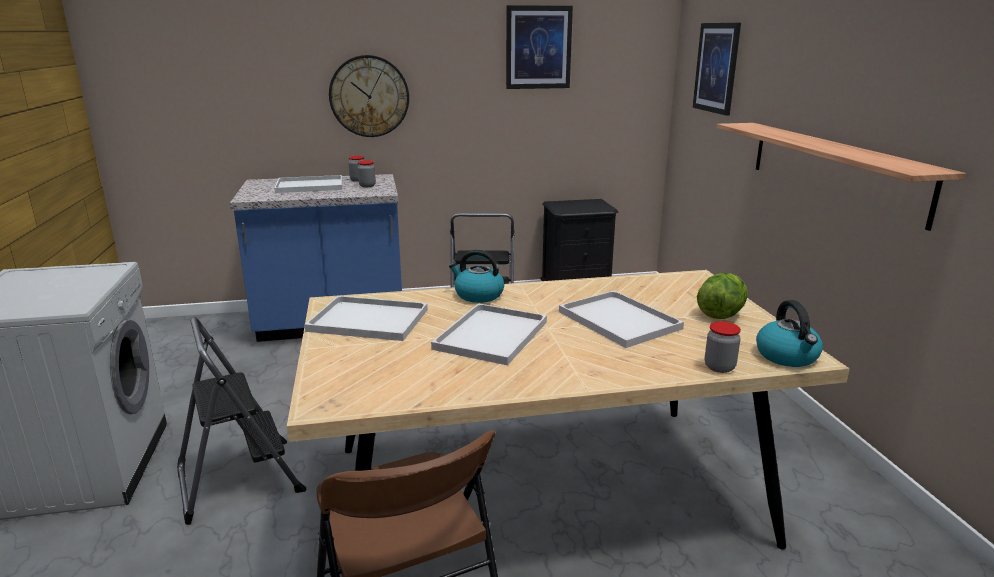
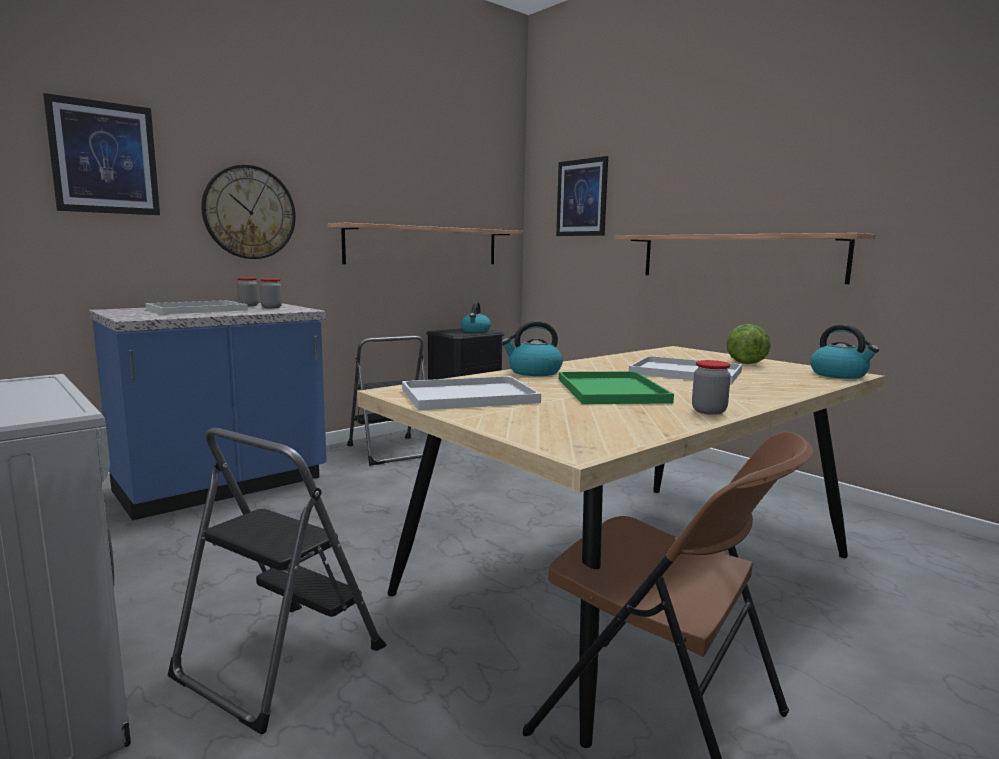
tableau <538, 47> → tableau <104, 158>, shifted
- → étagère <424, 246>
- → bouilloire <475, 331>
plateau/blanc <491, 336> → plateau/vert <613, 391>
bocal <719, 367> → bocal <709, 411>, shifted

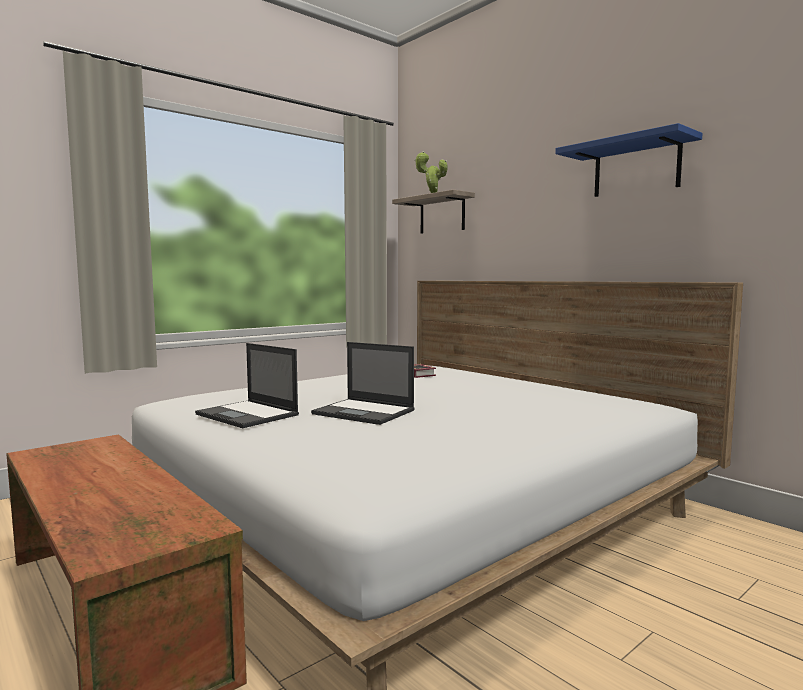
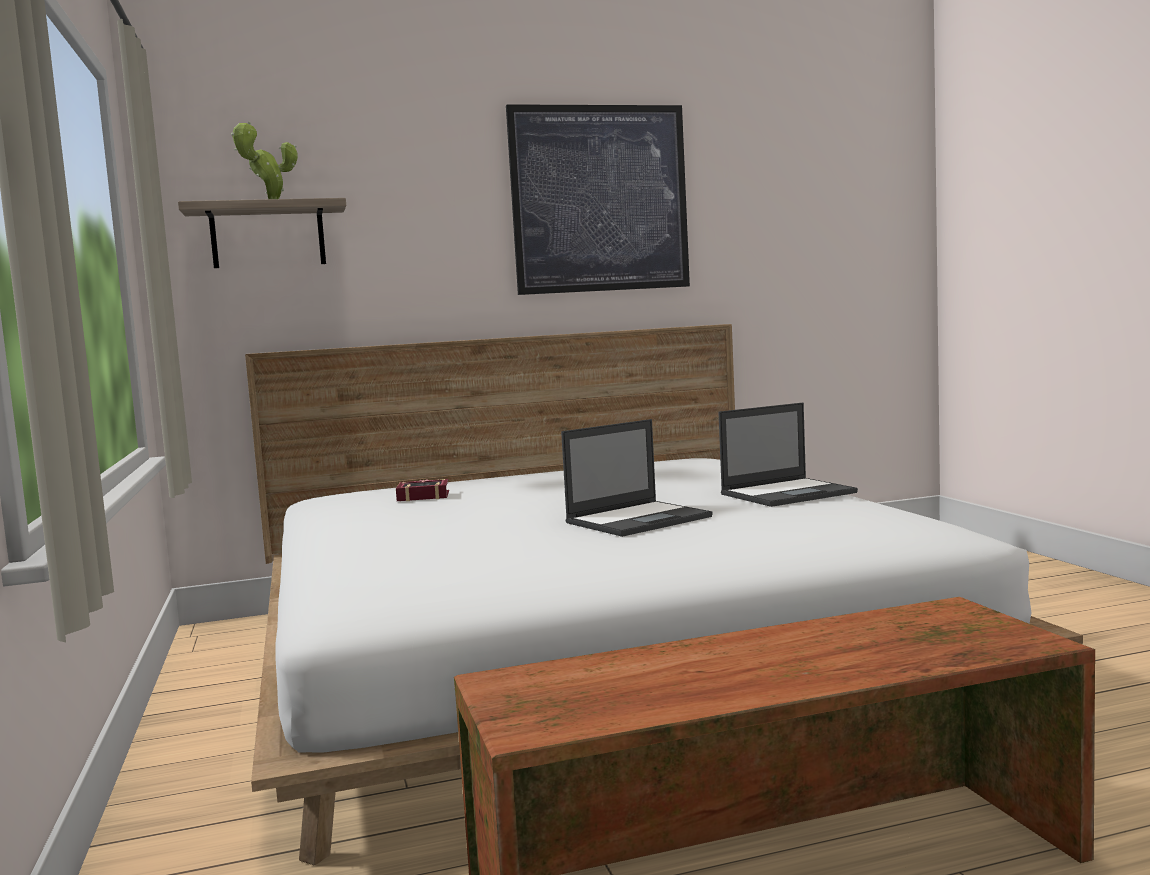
étagère/bleu <636, 168> → tableau <600, 199>
ordinateur portable <248, 415> → ordinateur portable <789, 493>, shifted

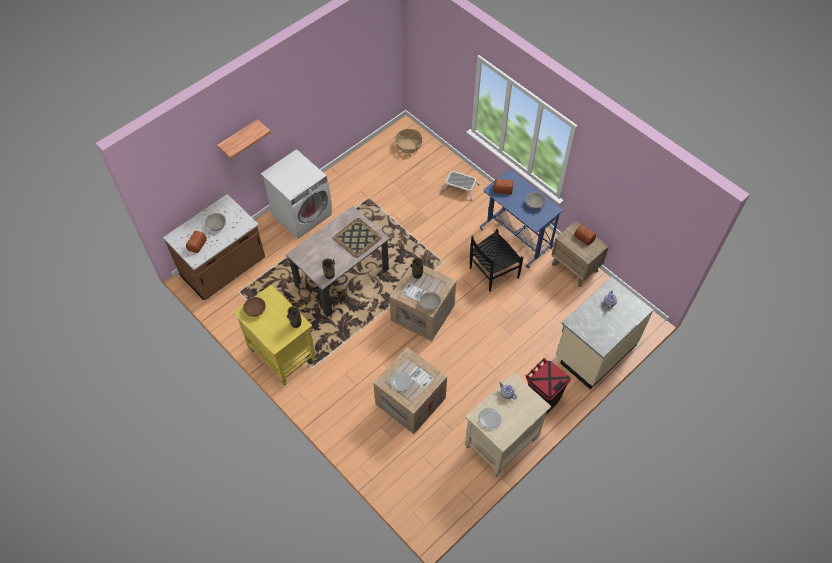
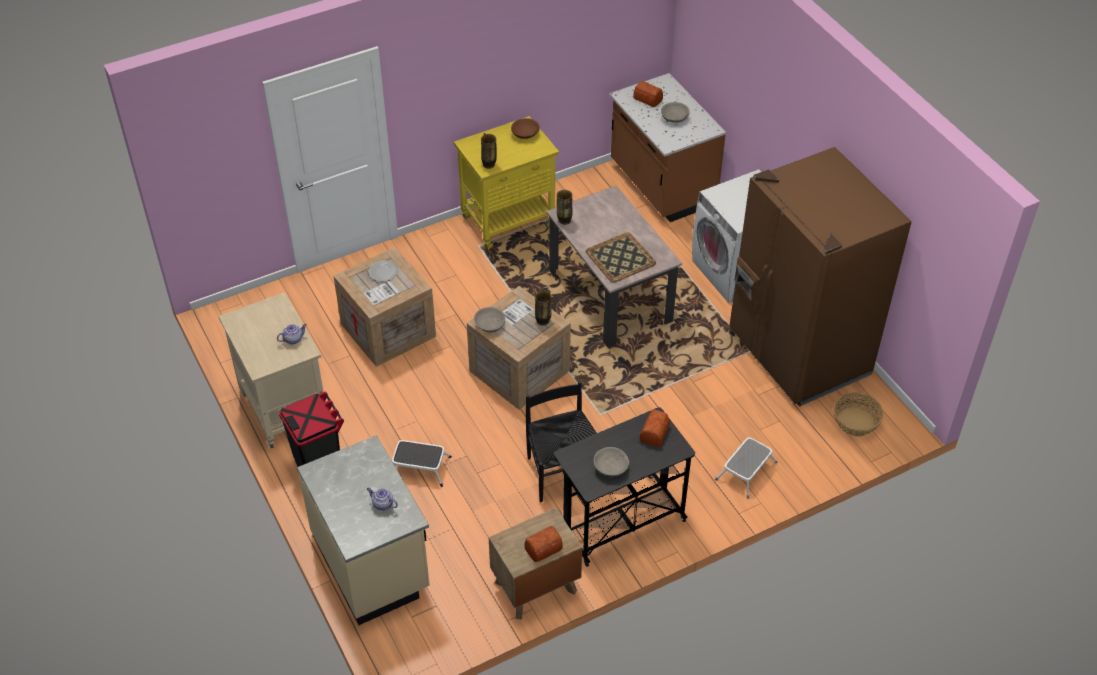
- → escabeau/noir <419, 467>
bureau/bleu <516, 238> → bureau/noir <620, 520>
- → réfrigérateur/marron <798, 353>
étagère <239, 138> → -
assiette <489, 419> → -

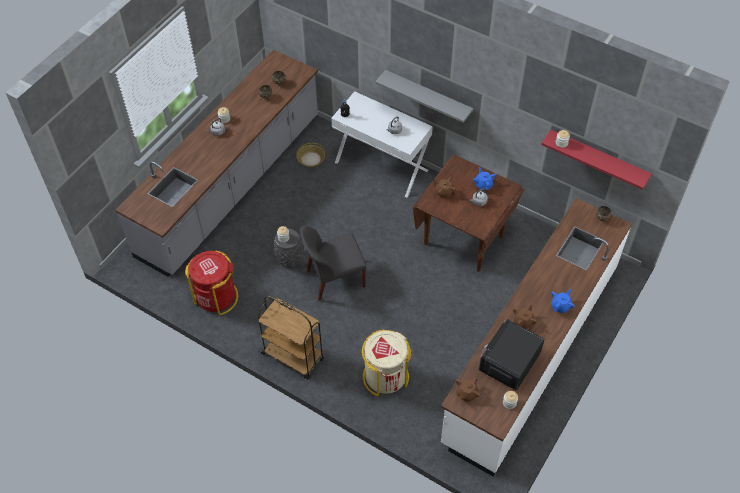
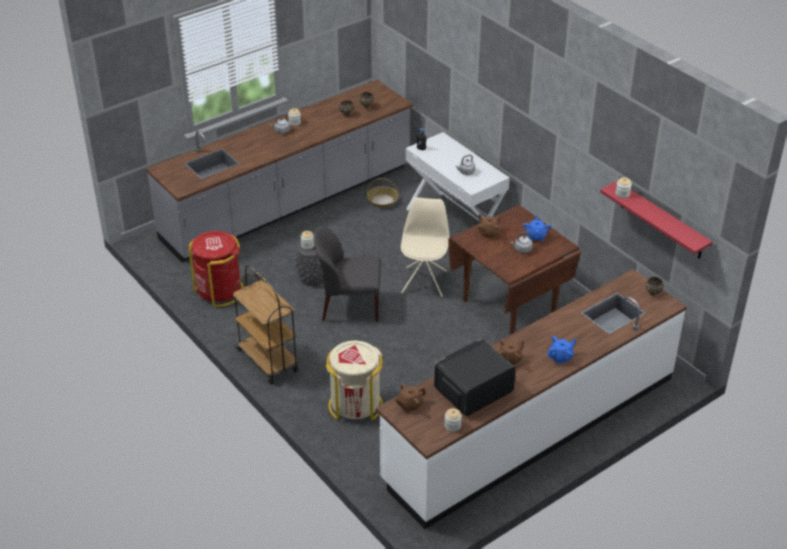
- → chaise/beige <424, 281>
étagère/gris <428, 96> → -

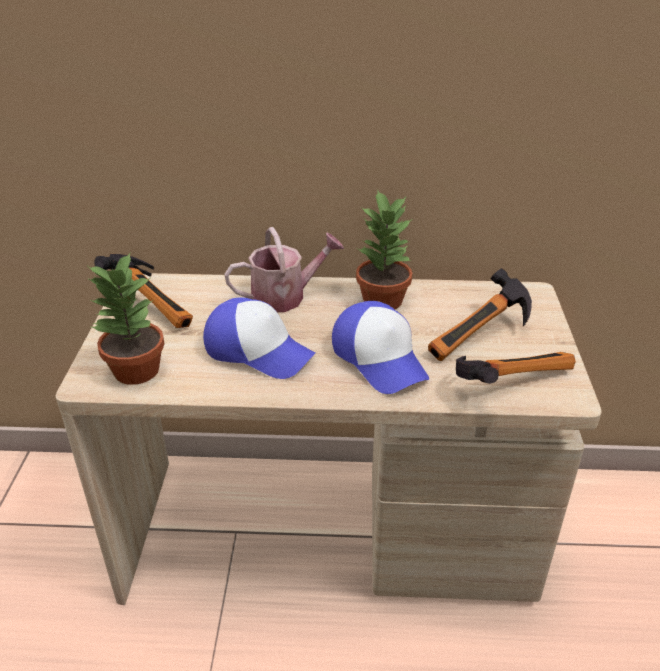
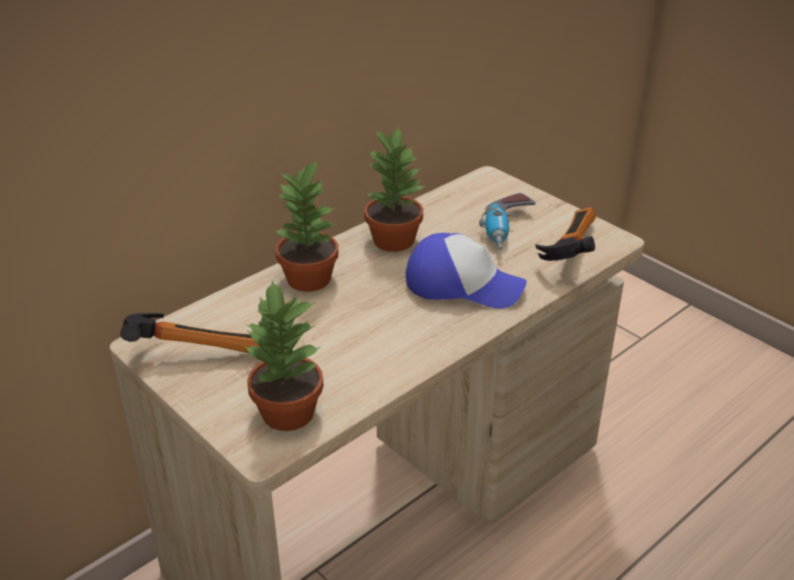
arrosoir <285, 296> → plante en pot <310, 279>
marteau <481, 340> → perceuse <507, 231>
casquette <258, 350> → -

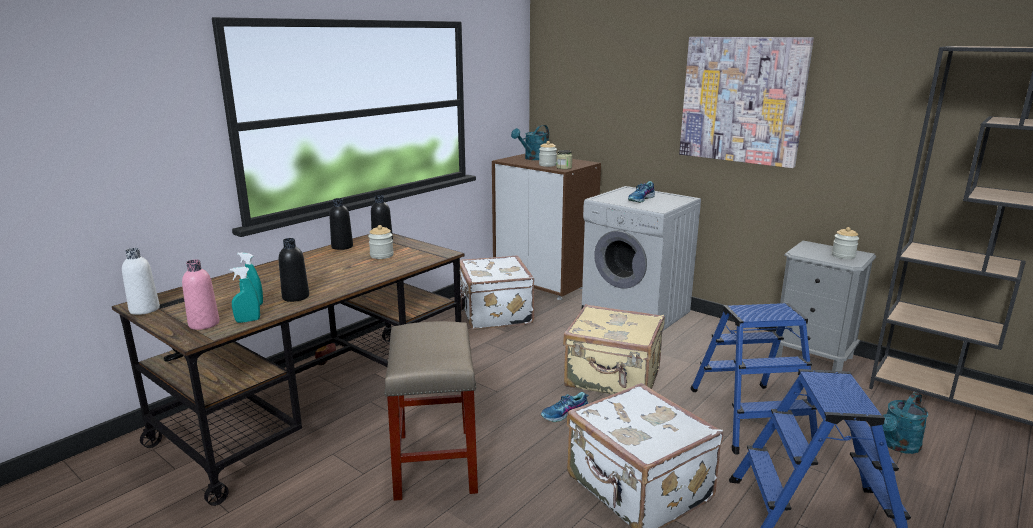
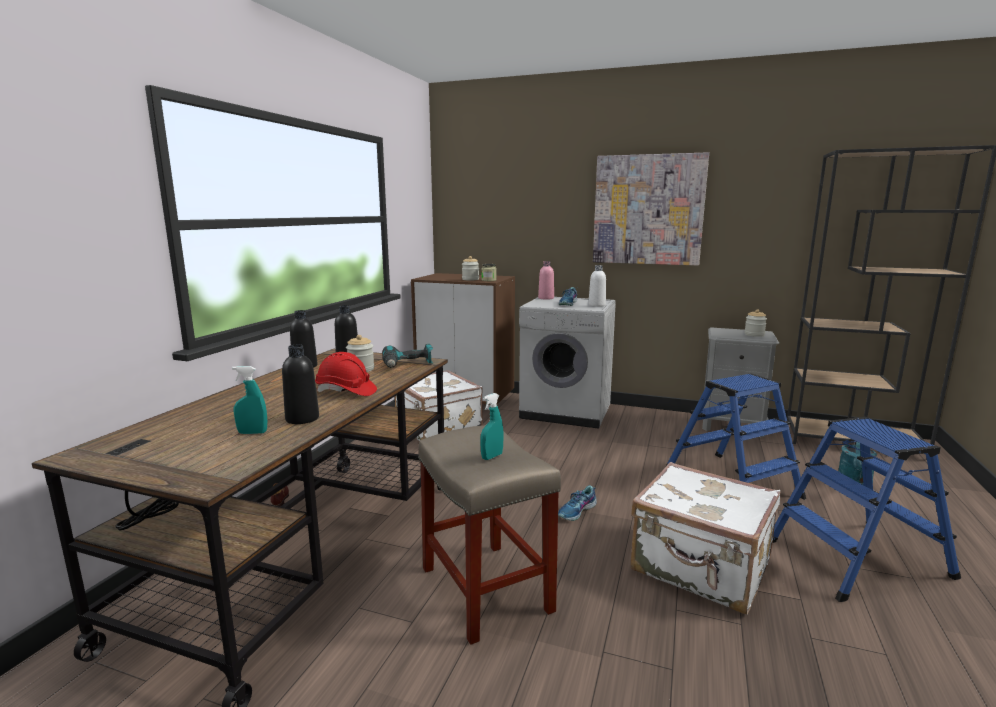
- → casque de chantier/rouge <346, 392>
- → perceuse <408, 365>
vaporisateur/turquoise <248, 321> → vaporisateur/turquoise <492, 456>, shifted
bouteille/rose <204, 324> → bouteille/rose <546, 298>, shifted
bouteille/blanc <144, 309> → bouteille/blanc <597, 305>, shifted
arrosoir/turquoise <533, 159> → -
valise/beige <613, 379> → -

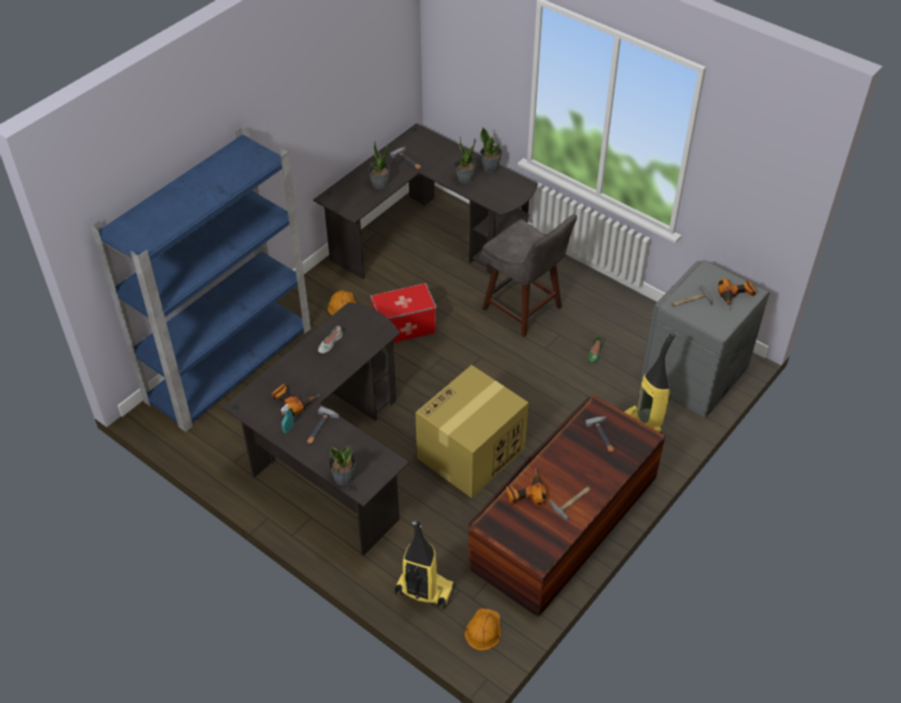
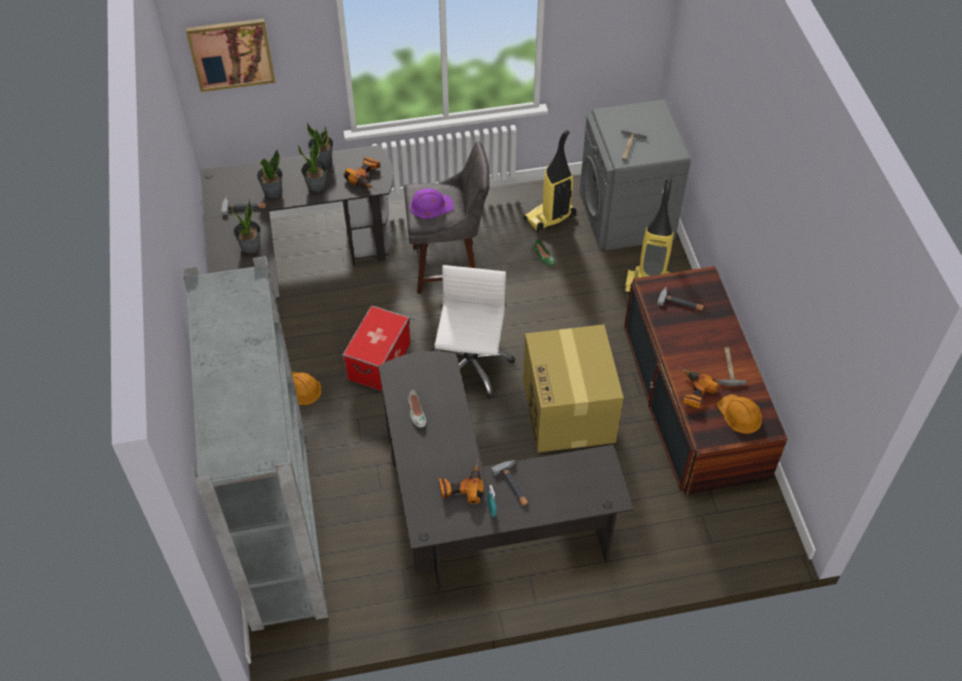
bibliothèque/bleu <230, 364> → bibliothèque/gris <279, 525>
- → tableau <231, 54>
plante en pot <343, 476> → plante en pot <272, 191>, shifted
perceuse <736, 296> → perceuse <366, 177>, shifted
- → casque de chantier/violet <431, 205>
- → chaise de bureau/blanc <470, 366>
aspirateur <423, 590> → aspirateur <550, 218>, shifted
casque de chantier/orange <483, 630> → casque de chantier/orange <739, 414>, shifted

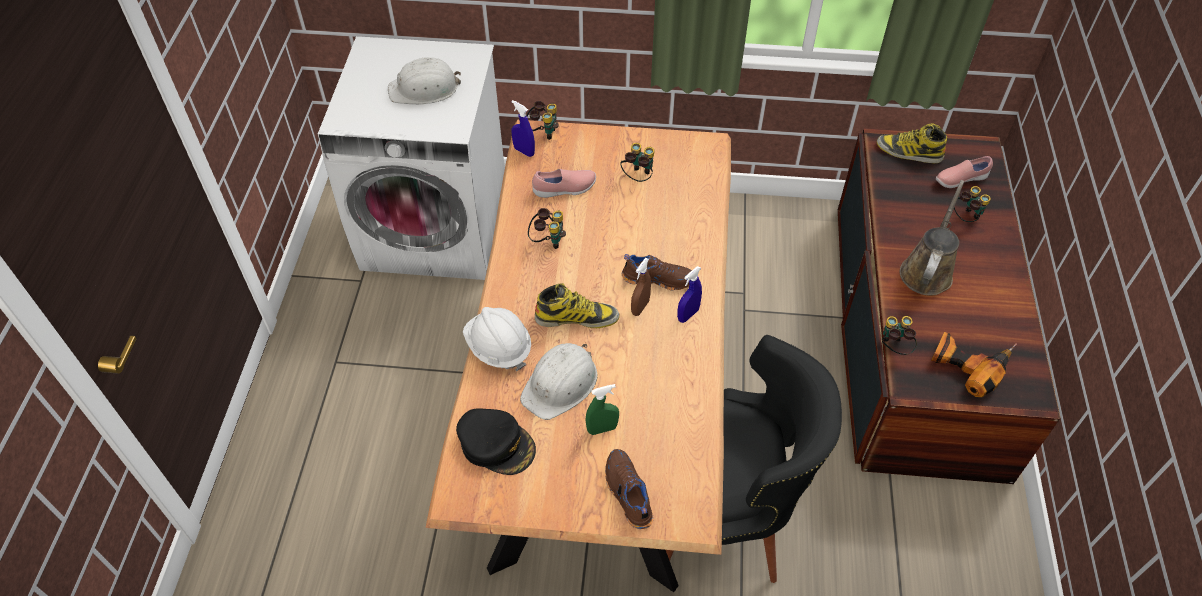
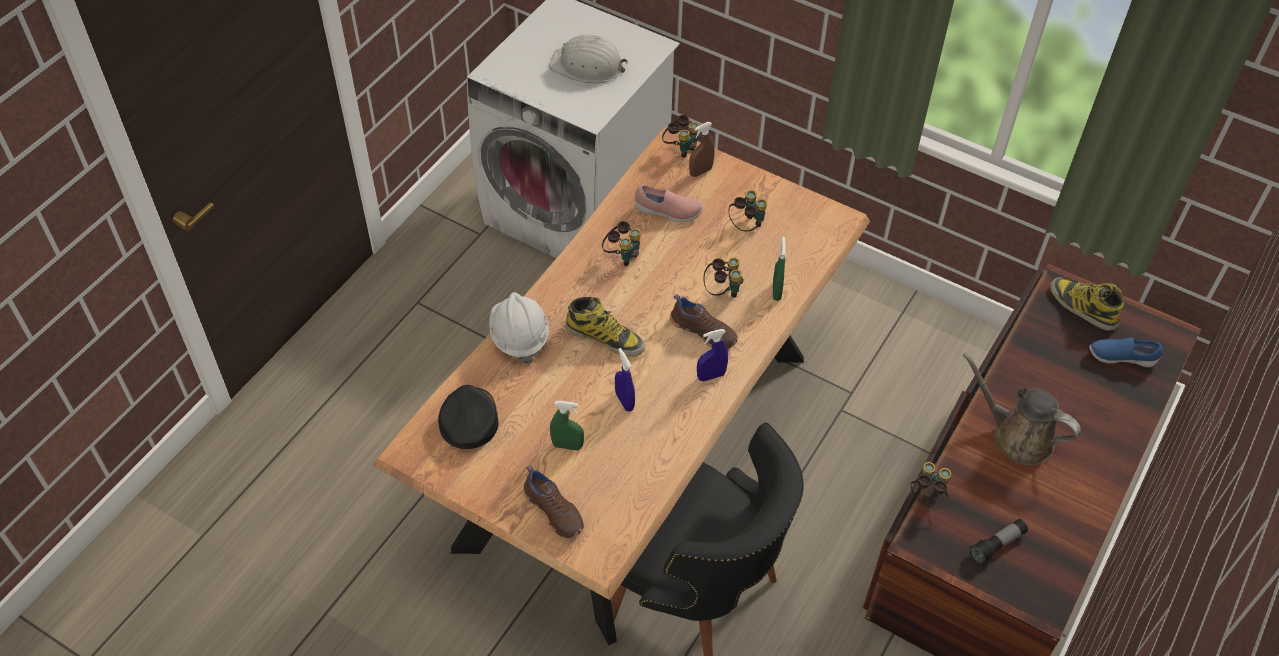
casquette/noir <497, 444> → casquette/noir <468, 420>, 150 degrees counterclockwise
chaussure/marron <627, 493> → chaussure/marron <555, 510>, 135 degrees clockwise
vaporisateur/bleu <524, 151> → vaporisateur/bleu <624, 401>, shifted
vaporisateur/marron <640, 307> → vaporisateur/marron <700, 171>, shifted
jumelles <965, 217> → jumelles <722, 291>, shifted
- → vaporisateur/vert <776, 291>
arrosoir/marron <927, 270> → arrosoir/marron <1017, 436>, 105 degrees counterclockwise
perceuse <968, 363> → lampe de poche <997, 545>
chaussure/rose <960, 179> → chaussure/bleu <1121, 357>
casque de chantier/blanc <561, 384> → -

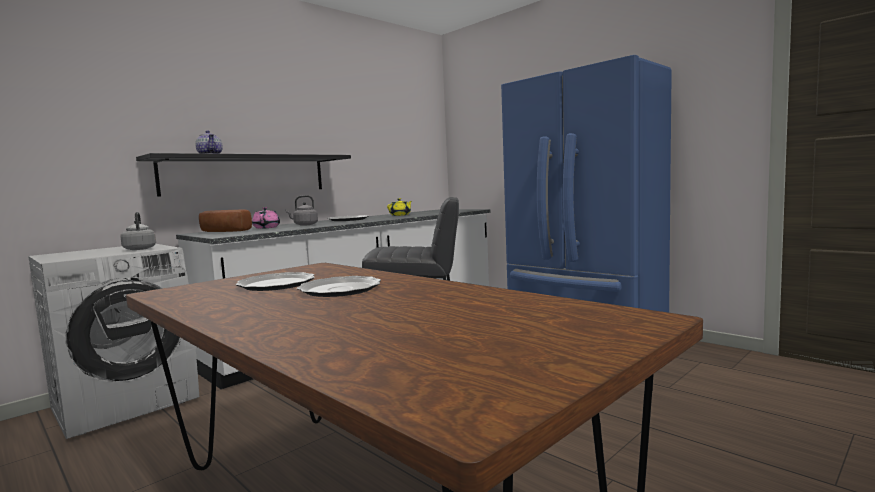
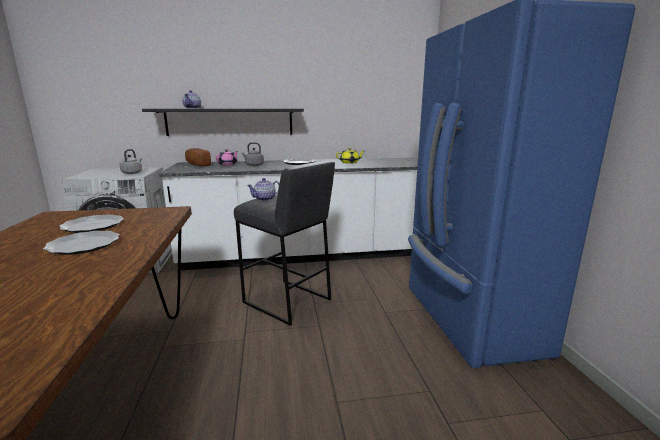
- → théière <265, 199>

